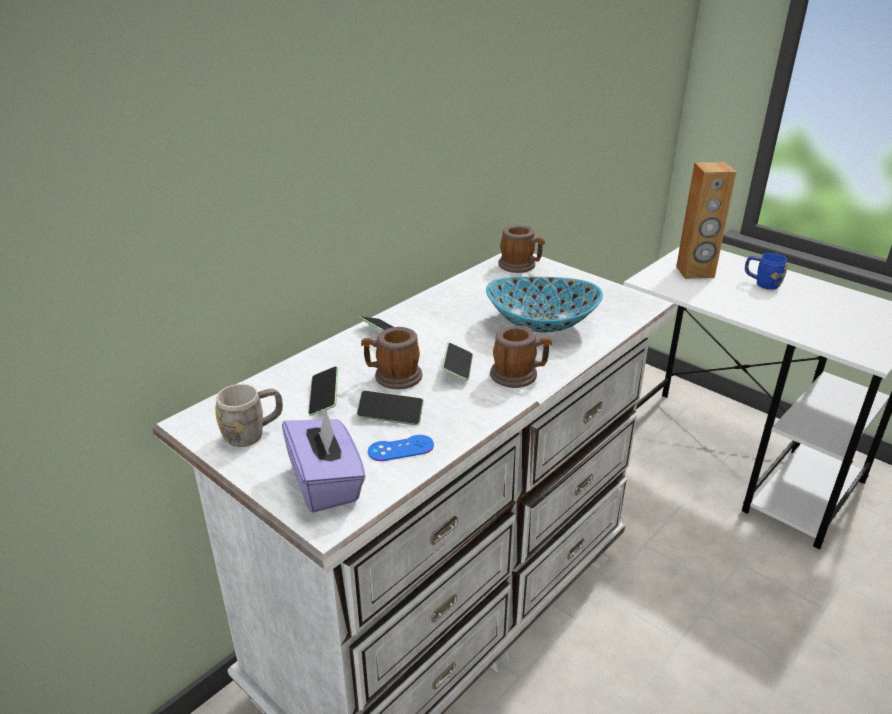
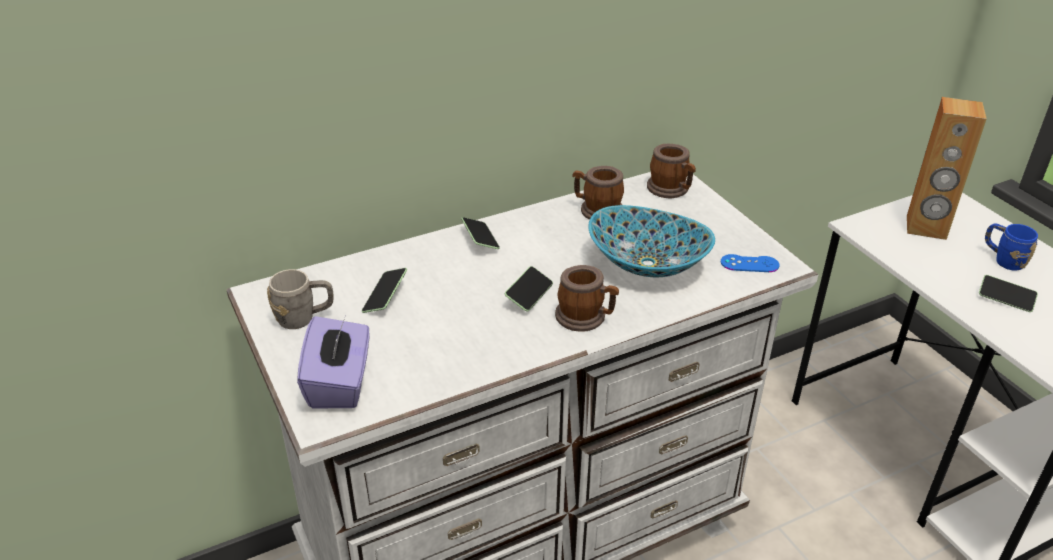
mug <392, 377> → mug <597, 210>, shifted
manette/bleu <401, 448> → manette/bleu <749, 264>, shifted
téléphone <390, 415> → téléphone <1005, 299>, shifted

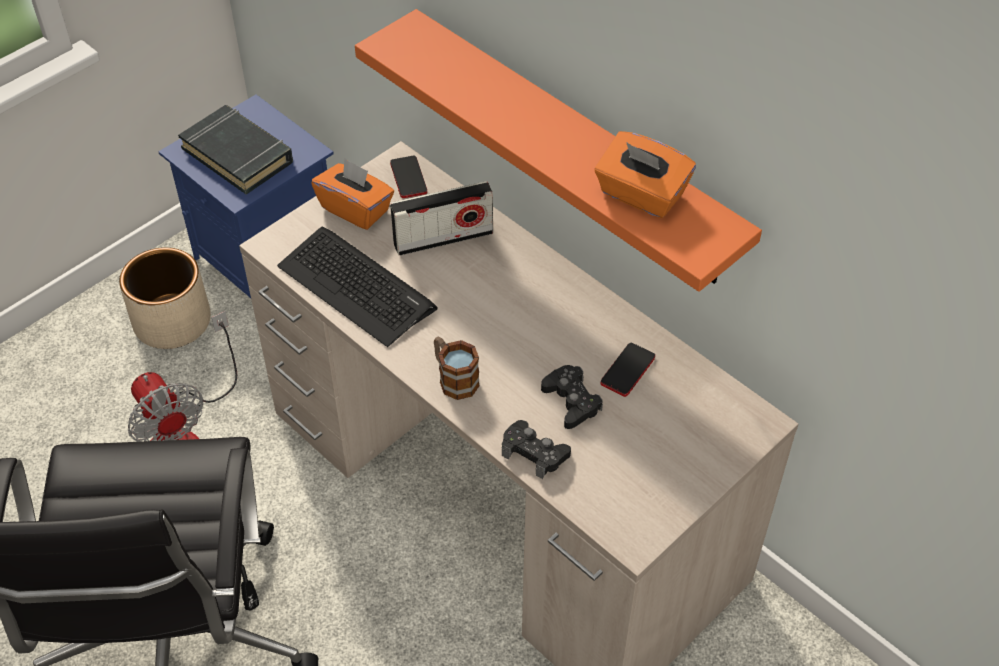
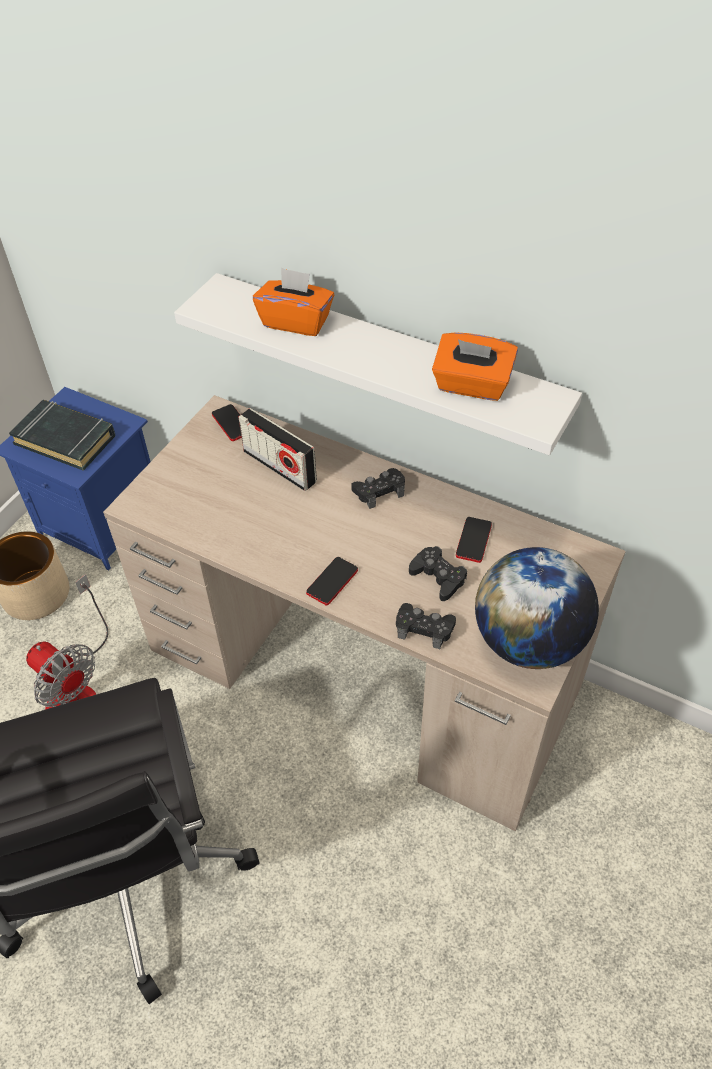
étagère/orange <573, 148> → étagère/blanc <386, 363>
radio <443, 238> → radio <279, 466>, 75 degrees clockwise
boîte à mouchoirs/orange <356, 209> → boîte à mouchoirs/orange <296, 321>, shifted
mug <454, 378> → téléphone <332, 581>
- → manette/noir <379, 491>
- → globe <528, 641>
clavier <356, 286> → -

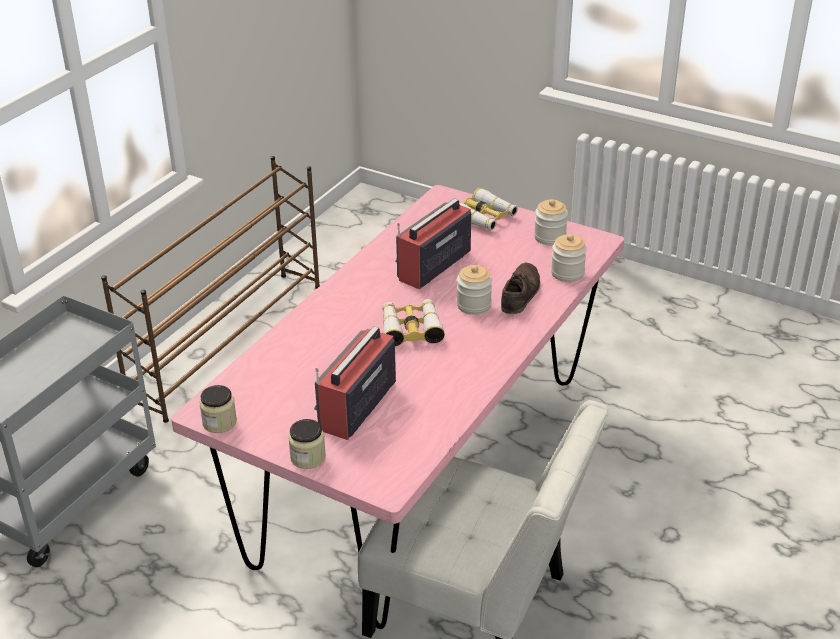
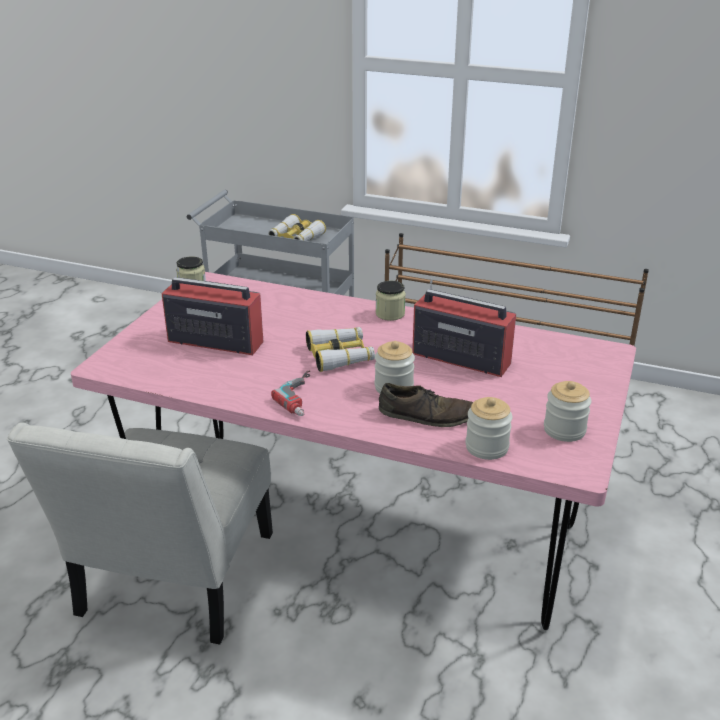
jumelles <484, 217> → jumelles <296, 237>, shifted
- → perceuse <304, 397>
bocal <308, 457> → bocal <390, 314>, shifted

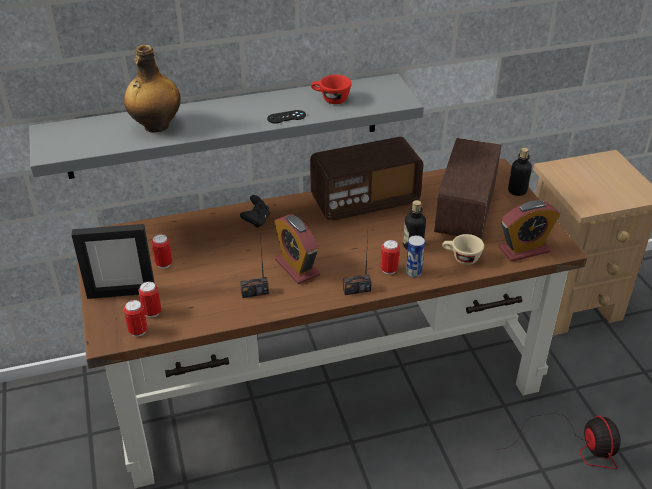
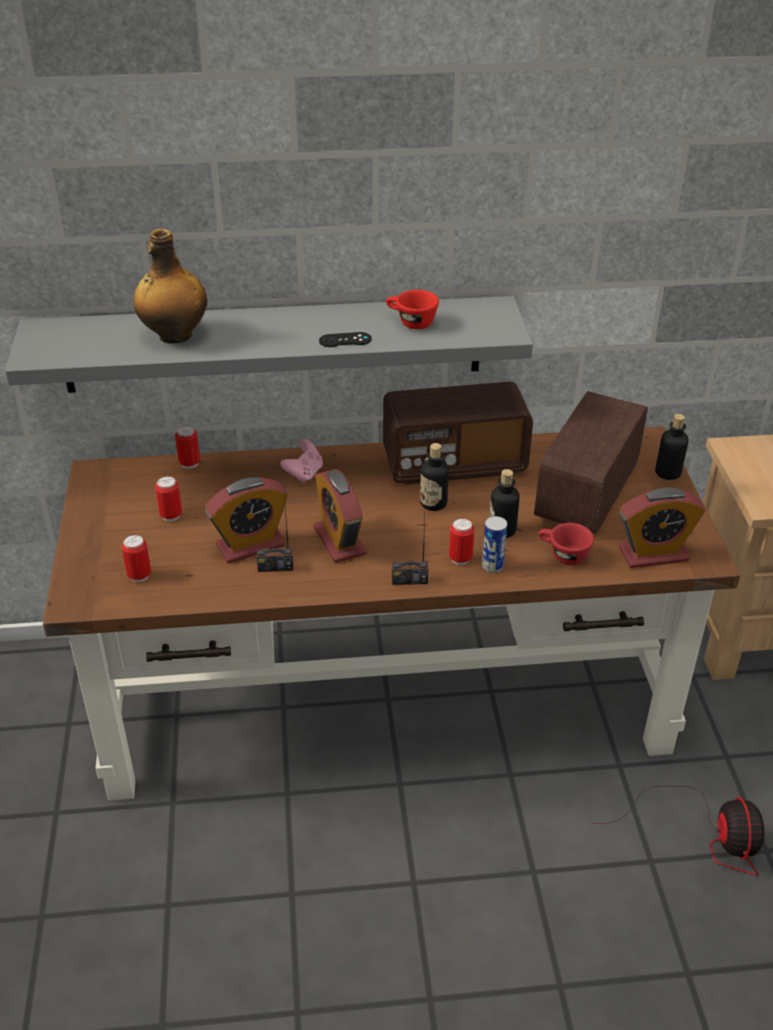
boîte métallique <138, 331> → boîte métallique <189, 463>, shifted
- → réveil <250, 545>
manette/noir <256, 221> → manette/rose <304, 473>
- → bouteille <433, 503>
tasse/beige <461, 258> → tasse/rouge <562, 555>
cadre photo <121, 292> → -

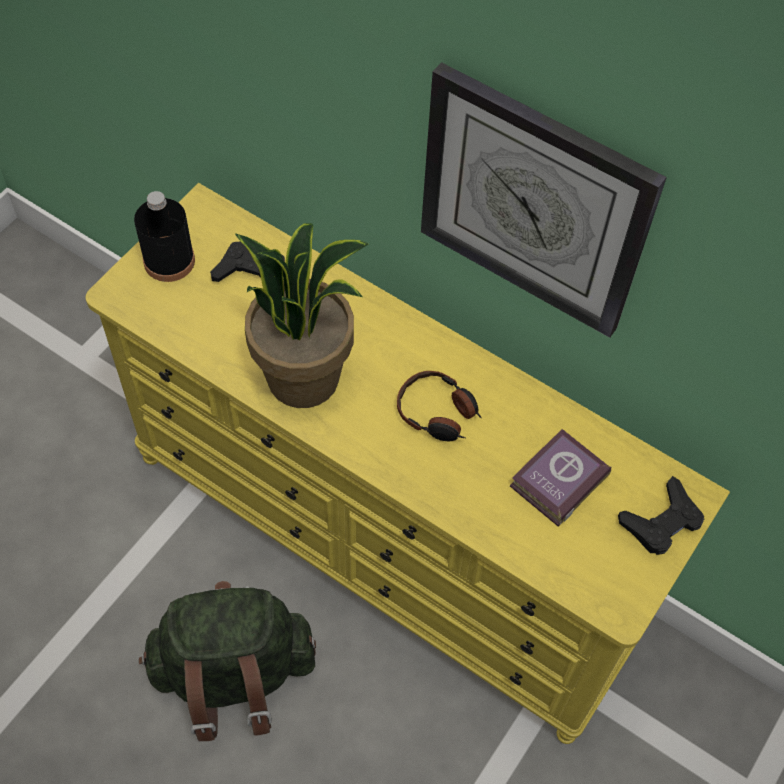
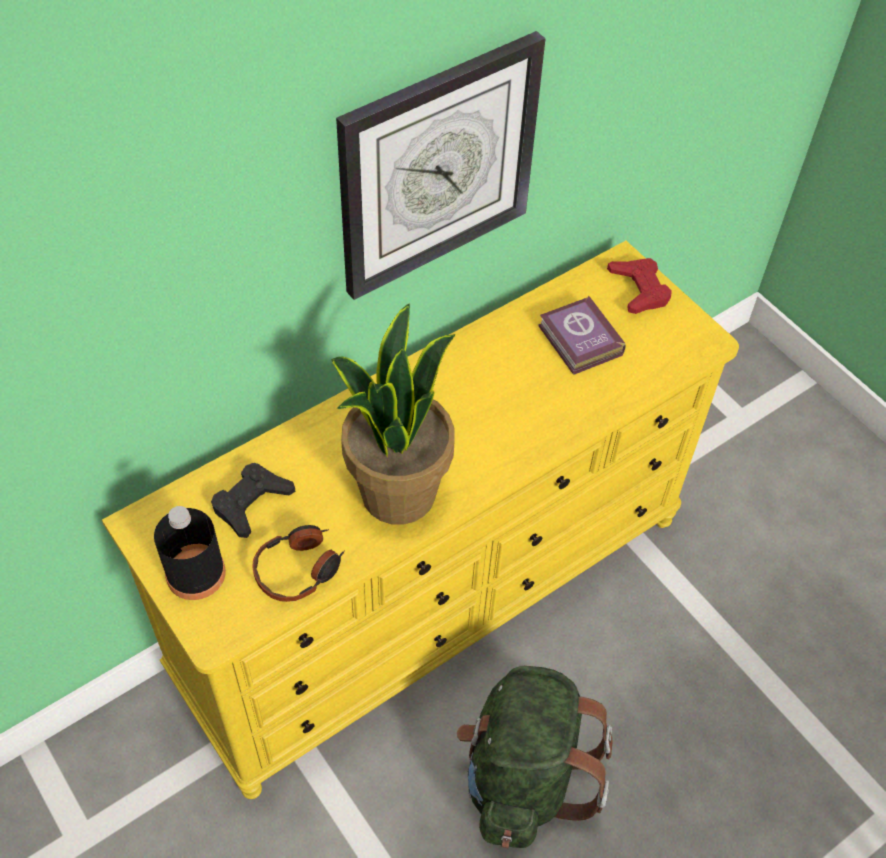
casque audio <437, 413> → casque audio <299, 569>, shifted
manette/noir <661, 521> → manette/rouge <639, 289>

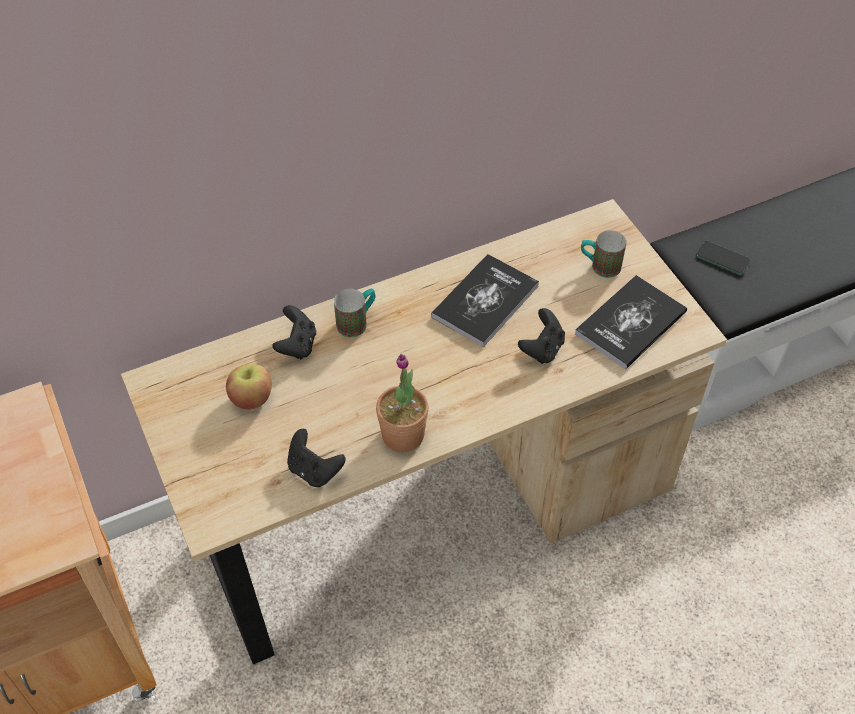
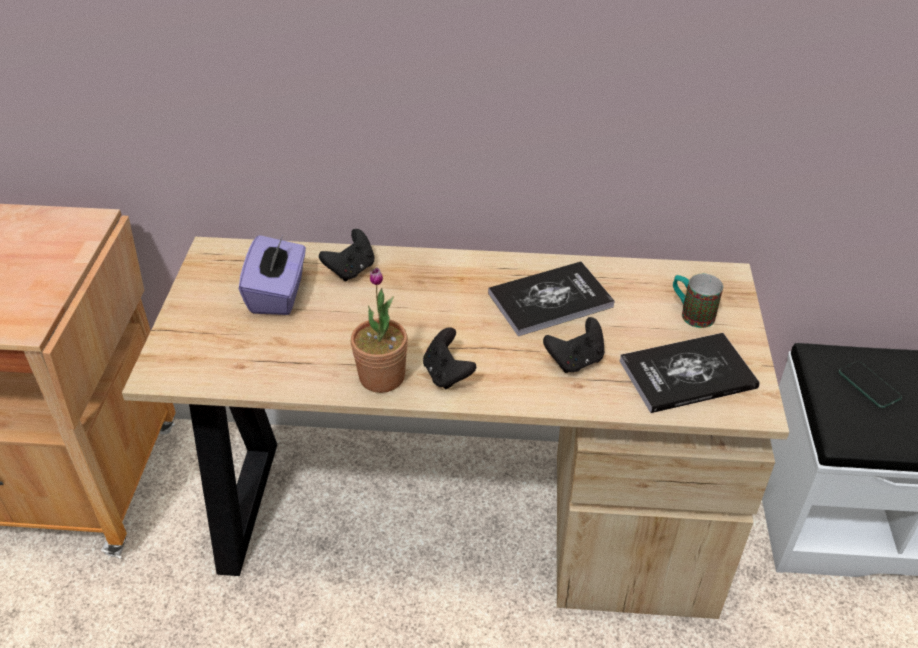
pomme <251, 398> → boîte à mouchoirs/violet <278, 294>
manette/noir <314, 470> → manette/noir <447, 374>, shifted
mug <357, 322> → -

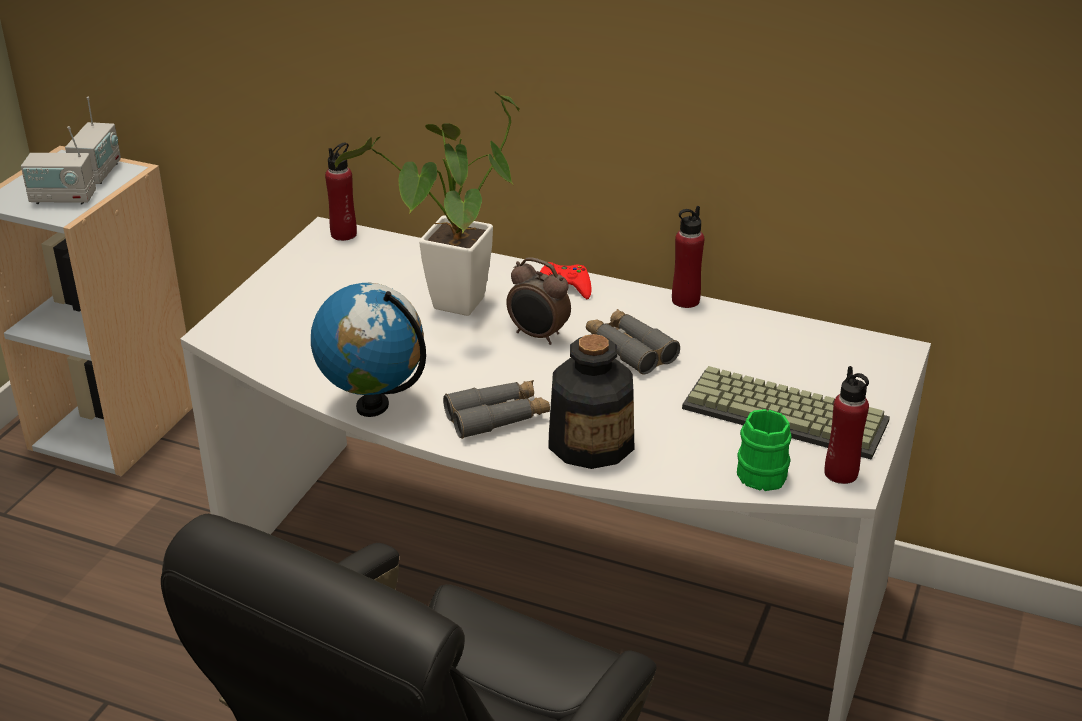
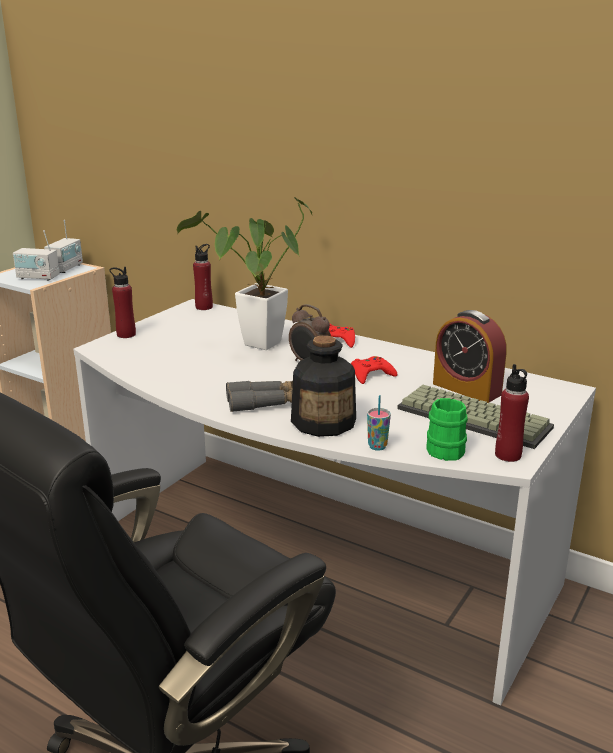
bouteille/rouge <685, 300> → bouteille/rouge <126, 334>, shifted
jumelles/gris <630, 349> → manette/rouge <371, 374>
- → tasse <377, 446>
- → réveil <466, 389>
globe <373, 406> → -

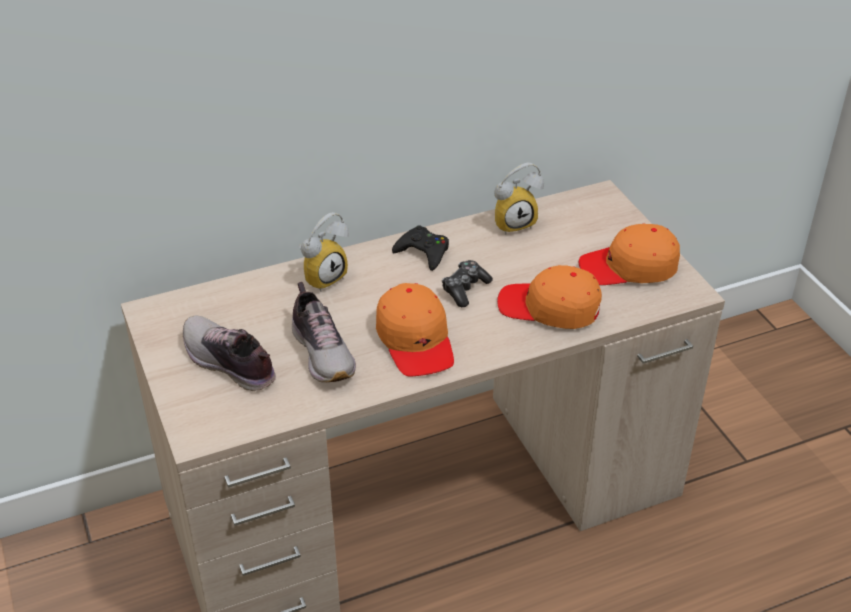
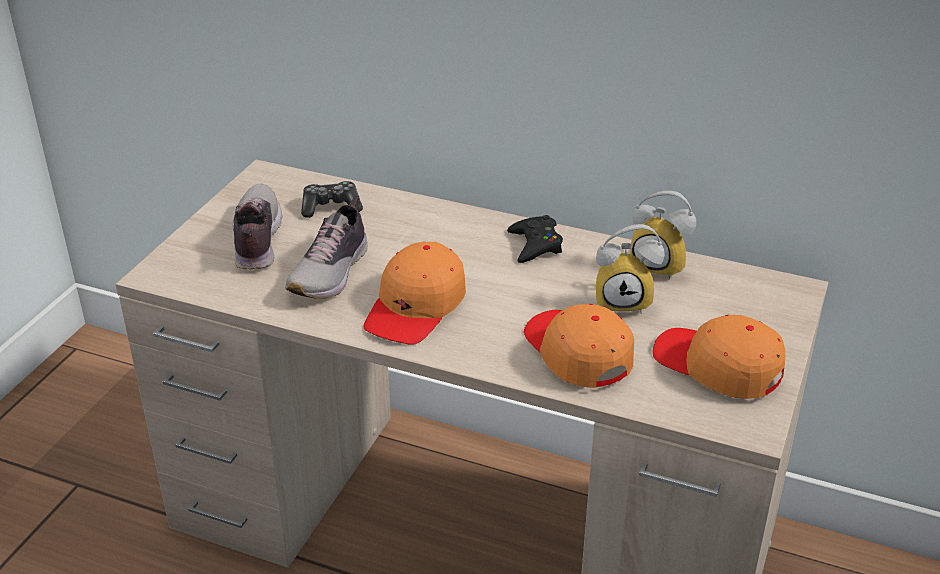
manette <465, 289> → manette <331, 207>, shifted
réveil <323, 276> → réveil <624, 301>, shifted

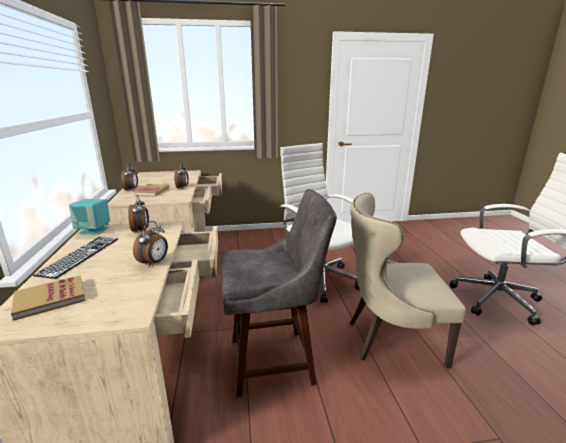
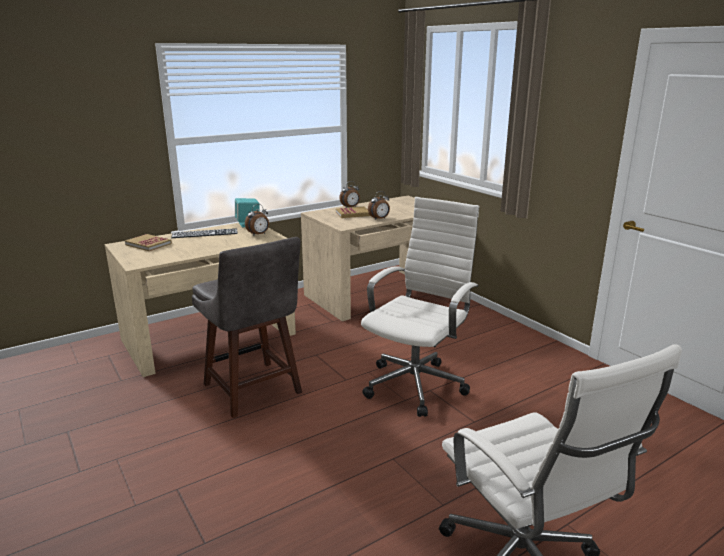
réveil <154, 263> → -
chaise/beige <390, 339> → -

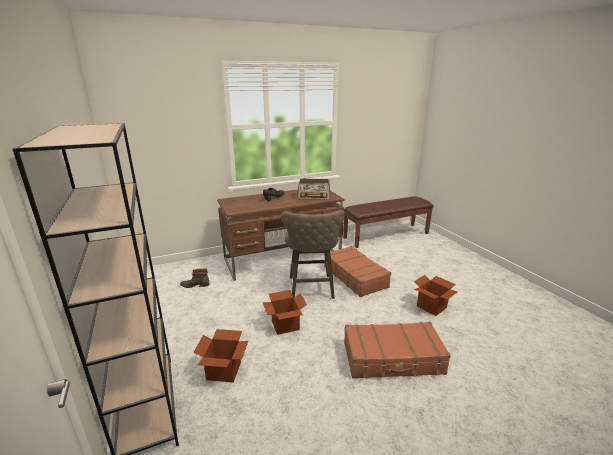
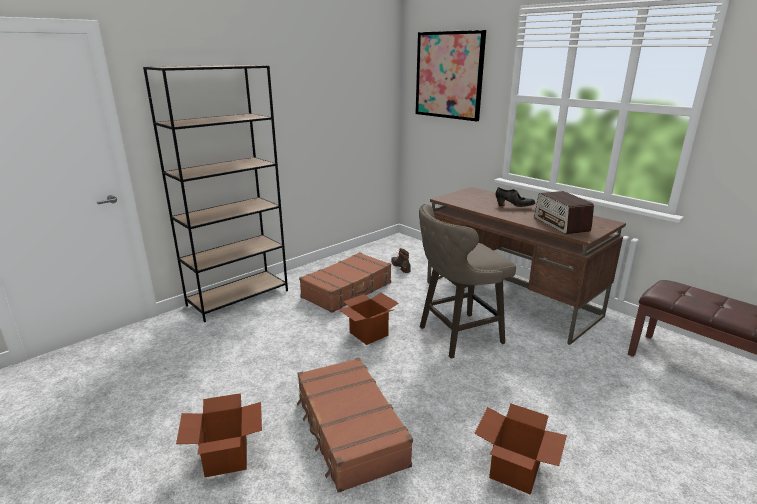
carton <224, 371> → carton <226, 457>, shifted
valise/marron <355, 276> → valise/marron <348, 290>, shifted
- → tableau <449, 75>

